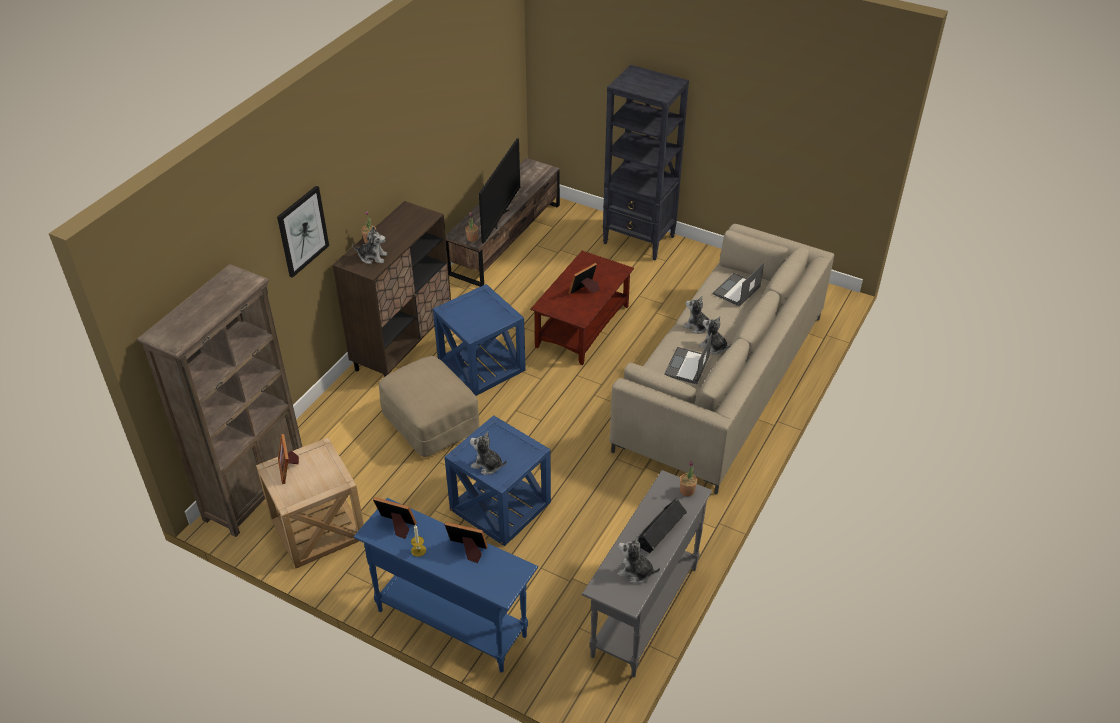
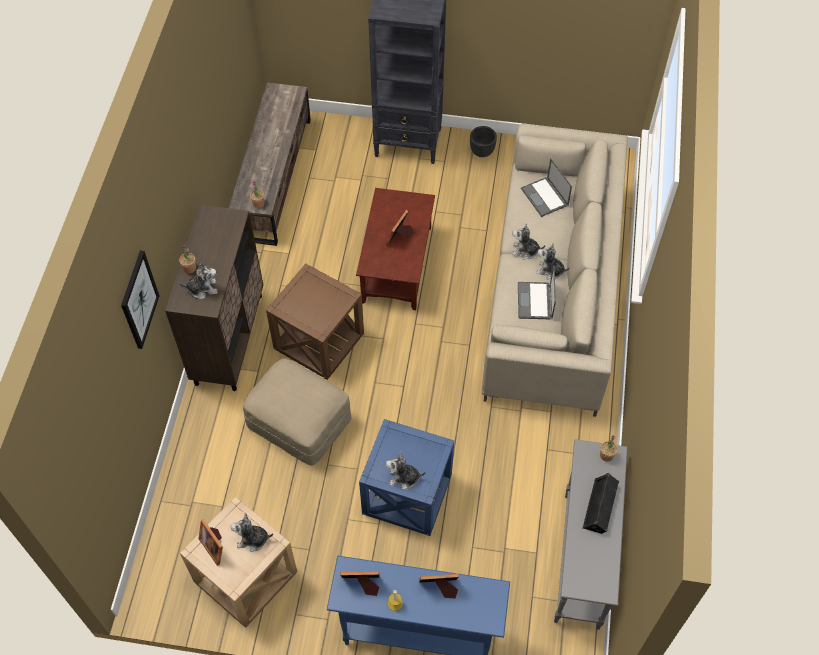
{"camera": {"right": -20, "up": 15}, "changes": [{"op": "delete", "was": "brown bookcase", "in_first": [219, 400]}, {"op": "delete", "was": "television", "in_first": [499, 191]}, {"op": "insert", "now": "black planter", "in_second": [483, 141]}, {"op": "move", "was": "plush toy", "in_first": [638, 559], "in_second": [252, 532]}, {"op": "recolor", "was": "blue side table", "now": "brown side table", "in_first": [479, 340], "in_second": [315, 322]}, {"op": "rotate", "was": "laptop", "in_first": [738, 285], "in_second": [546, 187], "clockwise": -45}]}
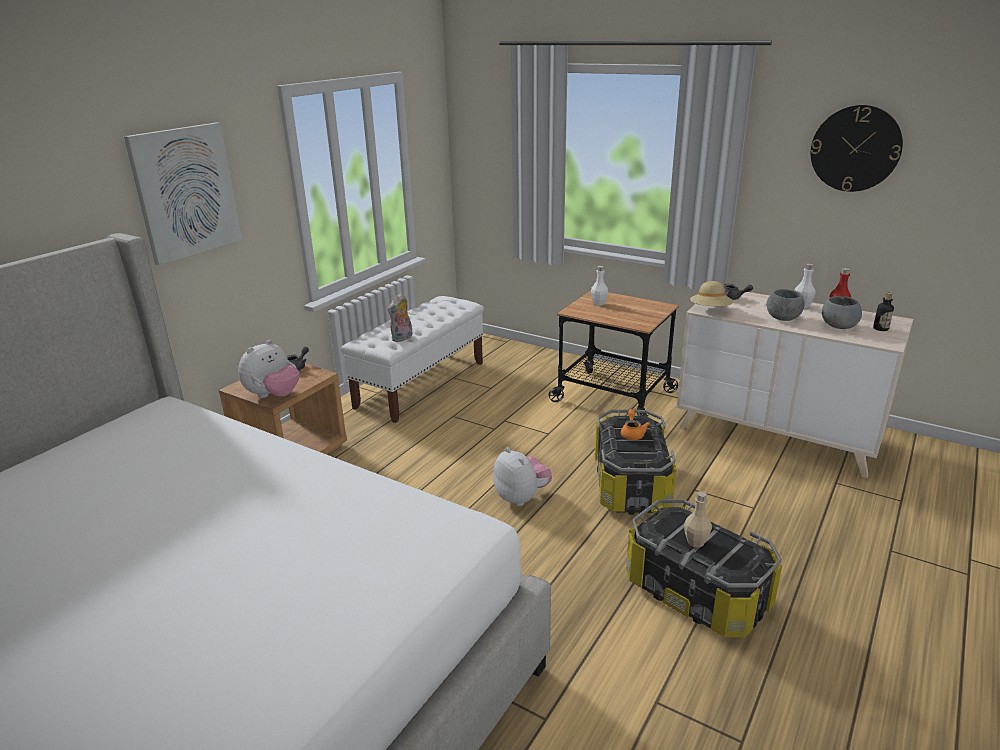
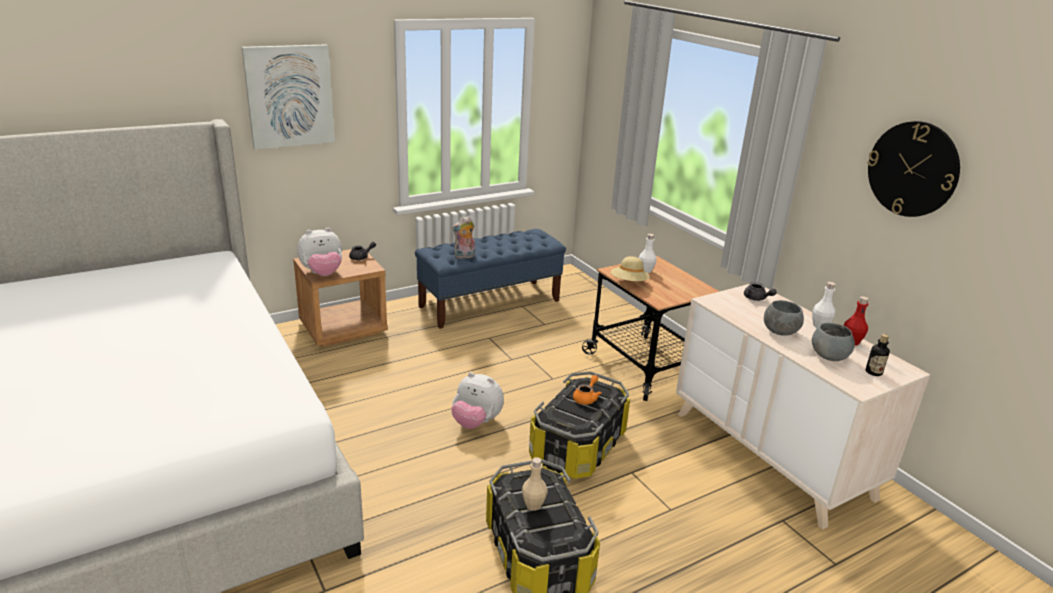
{"camera": {"right": 25, "up": 0}, "changes": [{"op": "move", "was": "beige hat", "in_first": [712, 293], "in_second": [630, 268]}, {"op": "recolor", "was": "white bench", "now": "blue bench", "in_first": [412, 359], "in_second": [490, 279]}, {"op": "rotate", "was": "plush toy", "in_first": [522, 476], "in_second": [477, 400], "clockwise": 120}]}
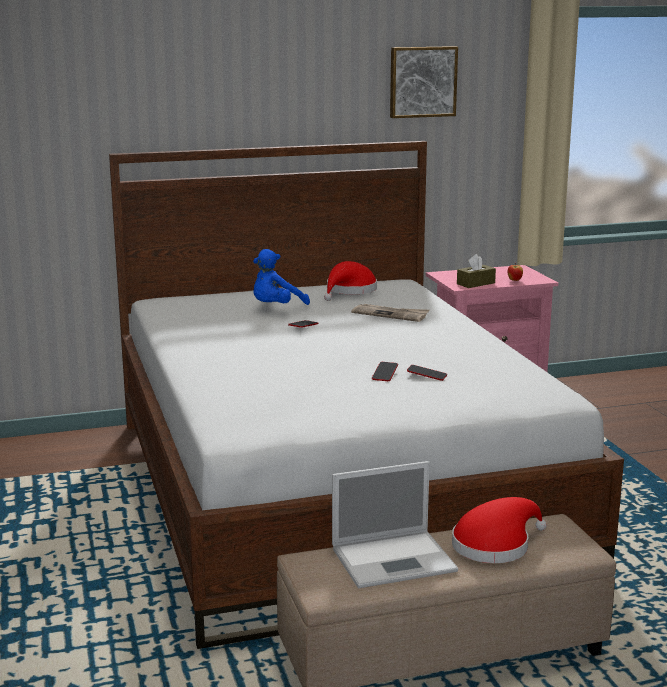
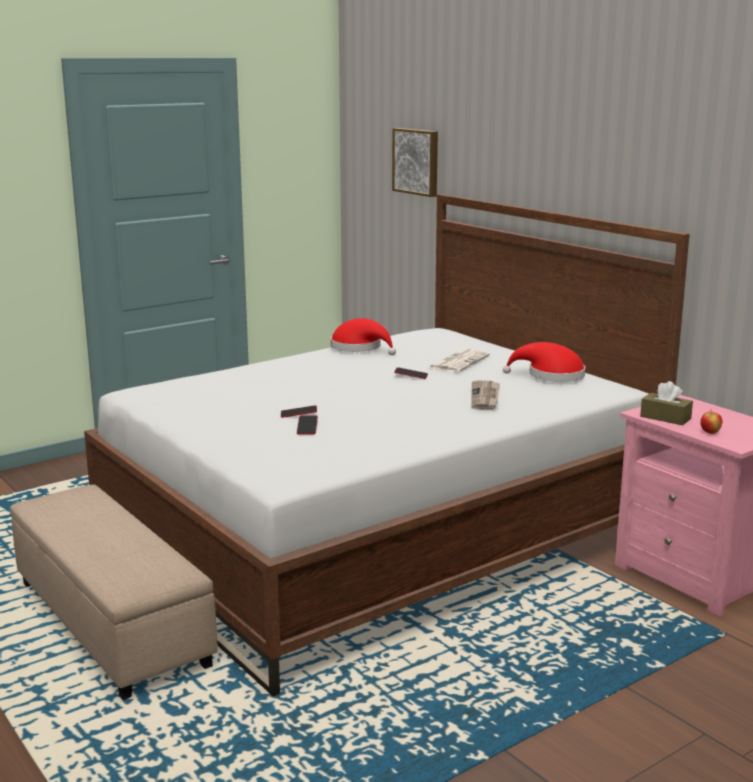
{"camera": {"right": 70, "up": 0}, "changes": [{"op": "delete", "was": "laptop", "in_first": [395, 524]}, {"op": "move", "was": "picture", "in_first": [424, 82], "in_second": [415, 162]}, {"op": "move", "was": "red hat", "in_first": [499, 530], "in_second": [363, 336]}, {"op": "replace", "was": "blue plush toy", "now": "newspaper", "in_first": [281, 277], "in_second": [459, 361]}]}
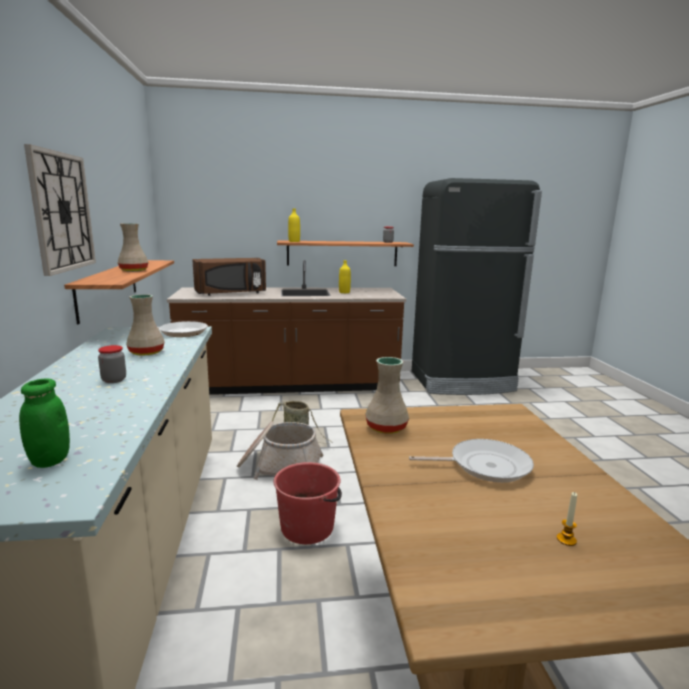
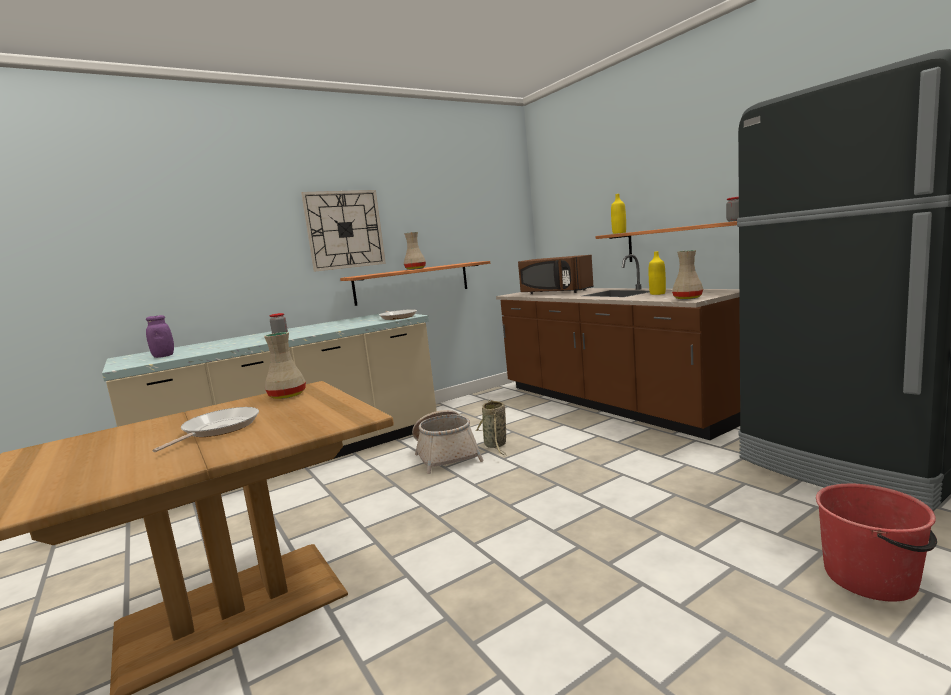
{"camera": {"right": 65, "up": -5}, "changes": [{"op": "delete", "was": "candle", "in_first": [567, 519]}, {"op": "move", "was": "beige vase", "in_first": [145, 325], "in_second": [687, 274]}, {"op": "move", "was": "red bucket", "in_first": [308, 503], "in_second": [876, 542]}, {"op": "recolor", "was": "green jar", "now": "purple jar", "in_first": [44, 423], "in_second": [160, 336]}, {"op": "rotate", "was": "frying pan", "in_first": [471, 461], "in_second": [205, 429], "clockwise": -135}]}
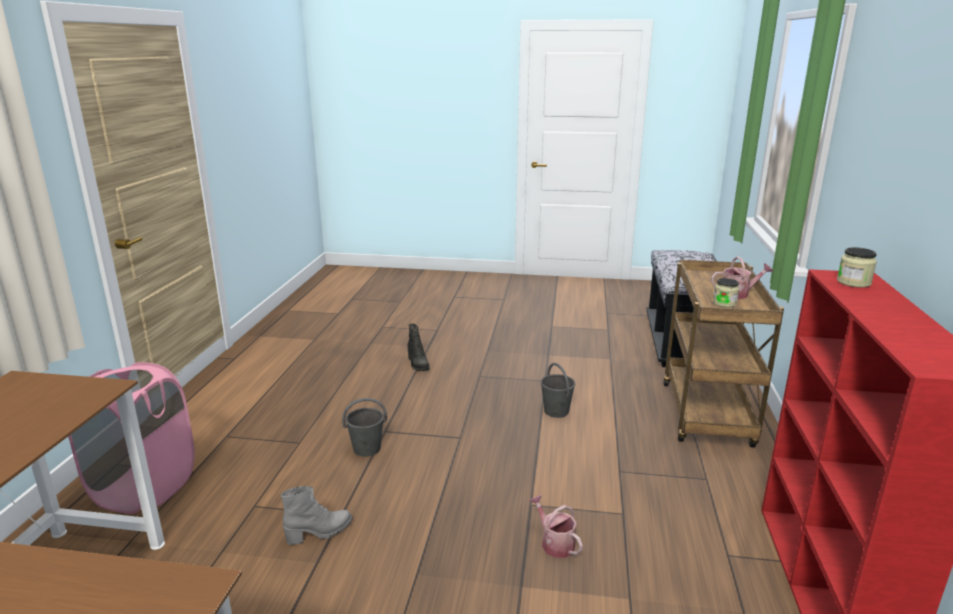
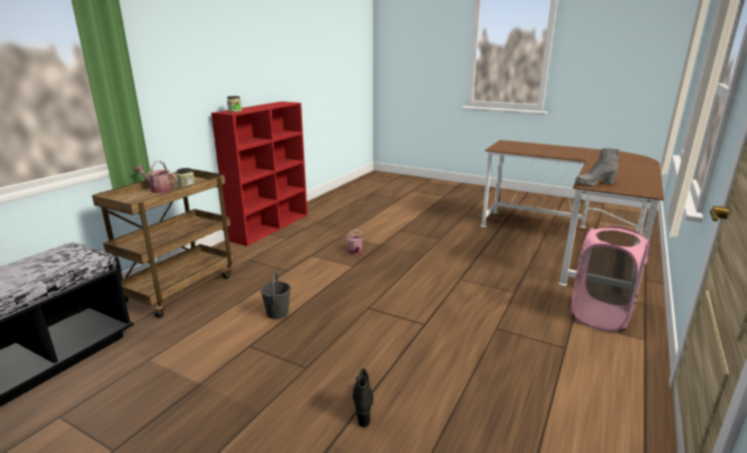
{"camera": {"right": -160, "up": 0}, "changes": [{"op": "delete", "was": "grey bucket", "in_first": [364, 427]}, {"op": "move", "was": "grey boot", "in_first": [316, 515], "in_second": [598, 167]}]}
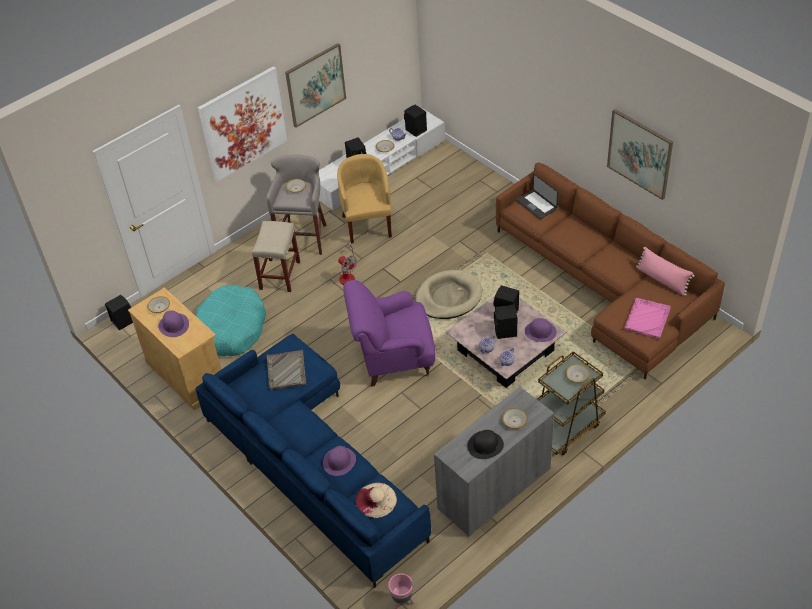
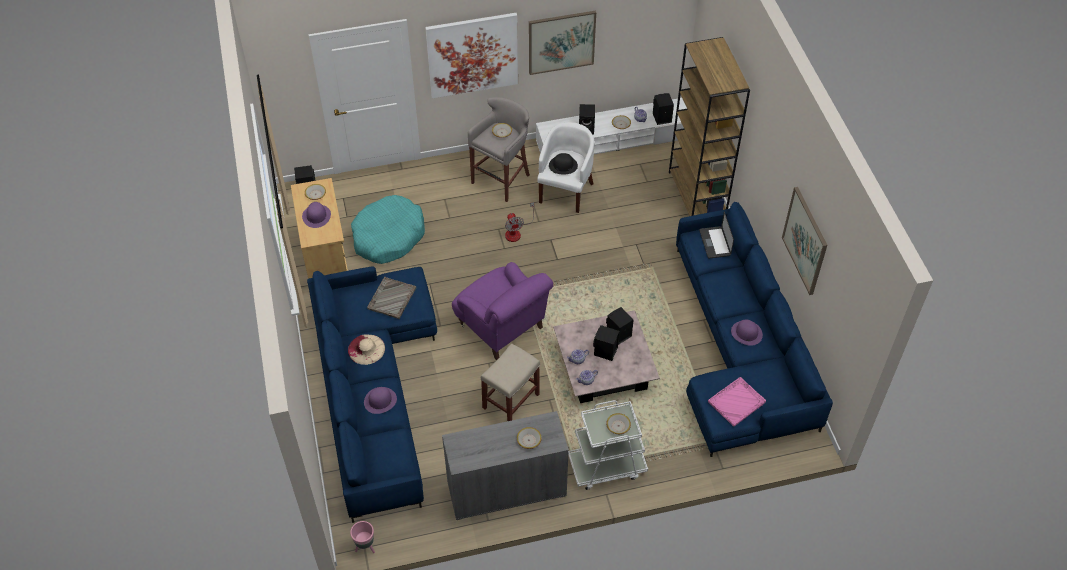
{"camera": {"right": 25, "up": 5}, "changes": [{"op": "delete", "was": "beige dog bed", "in_first": [448, 294]}, {"op": "delete", "was": "pink pillow", "in_first": [665, 271]}, {"op": "insert", "now": "brown bookcase", "in_second": [709, 126]}, {"op": "move", "was": "beige stool", "in_first": [276, 256], "in_second": [510, 382]}, {"op": "move", "was": "beige hat", "in_first": [376, 500], "in_second": [366, 349]}, {"op": "move", "was": "black hat", "in_first": [485, 444], "in_second": [563, 163]}, {"op": "move", "was": "purple hat", "in_first": [541, 330], "in_second": [747, 332]}, {"op": "recolor", "was": "yellow armchair", "now": "white armchair", "in_first": [364, 199], "in_second": [565, 167]}, {"op": "recolor", "was": "brown sofa", "now": "blue sofa", "in_first": [610, 270], "in_second": [754, 329]}, {"op": "recolor", "was": "brown cart", "now": "white cart", "in_first": [571, 403], "in_second": [608, 445]}, {"op": "rotate", "was": "purple armchair", "in_first": [389, 333], "in_second": [502, 311], "clockwise": -150}]}
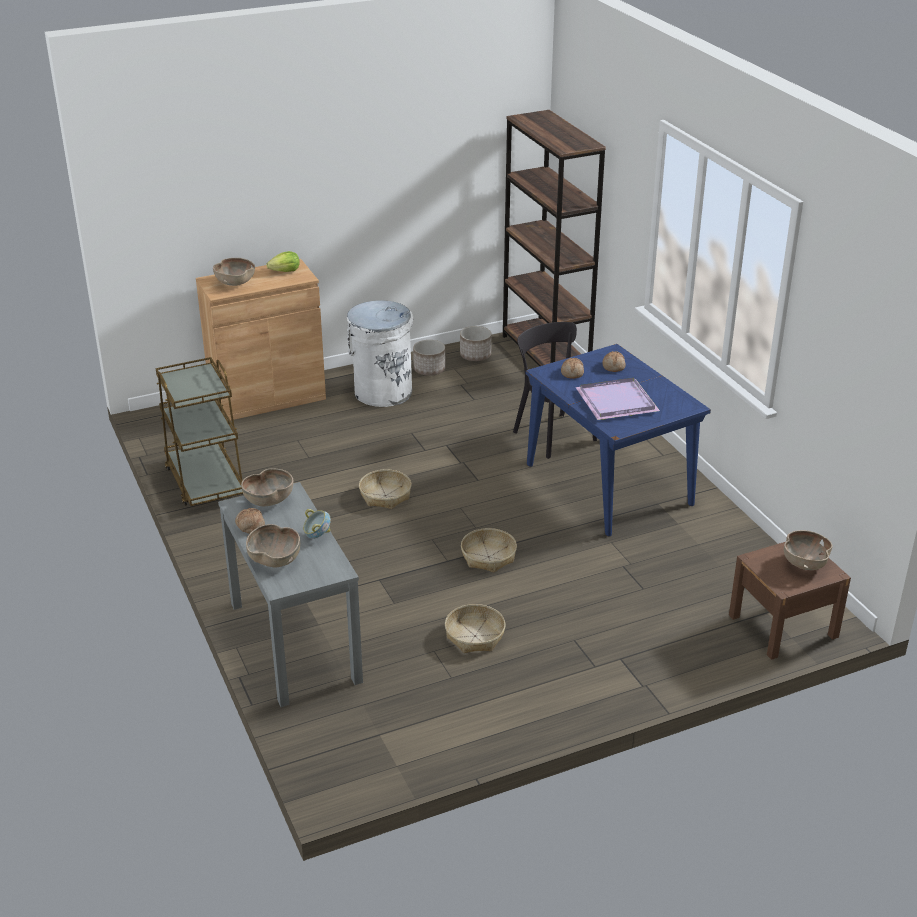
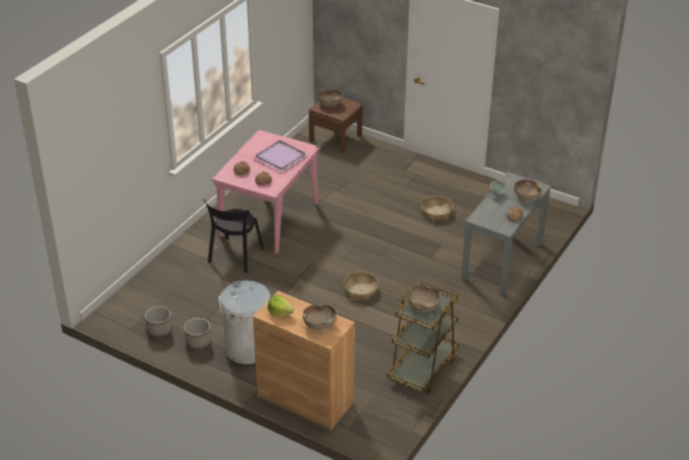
{"camera": {"right": -125, "up": 5}, "changes": [{"op": "delete", "was": "basket", "in_first": [489, 550]}, {"op": "delete", "was": "brown bookcase", "in_first": [554, 238]}, {"op": "move", "was": "brown bowl", "in_first": [267, 487], "in_second": [424, 297]}, {"op": "recolor", "was": "blue dining table", "now": "pink dining table", "in_first": [618, 440], "in_second": [266, 192]}]}
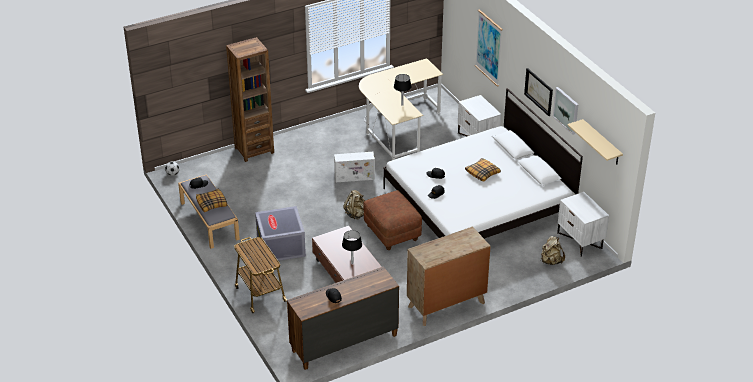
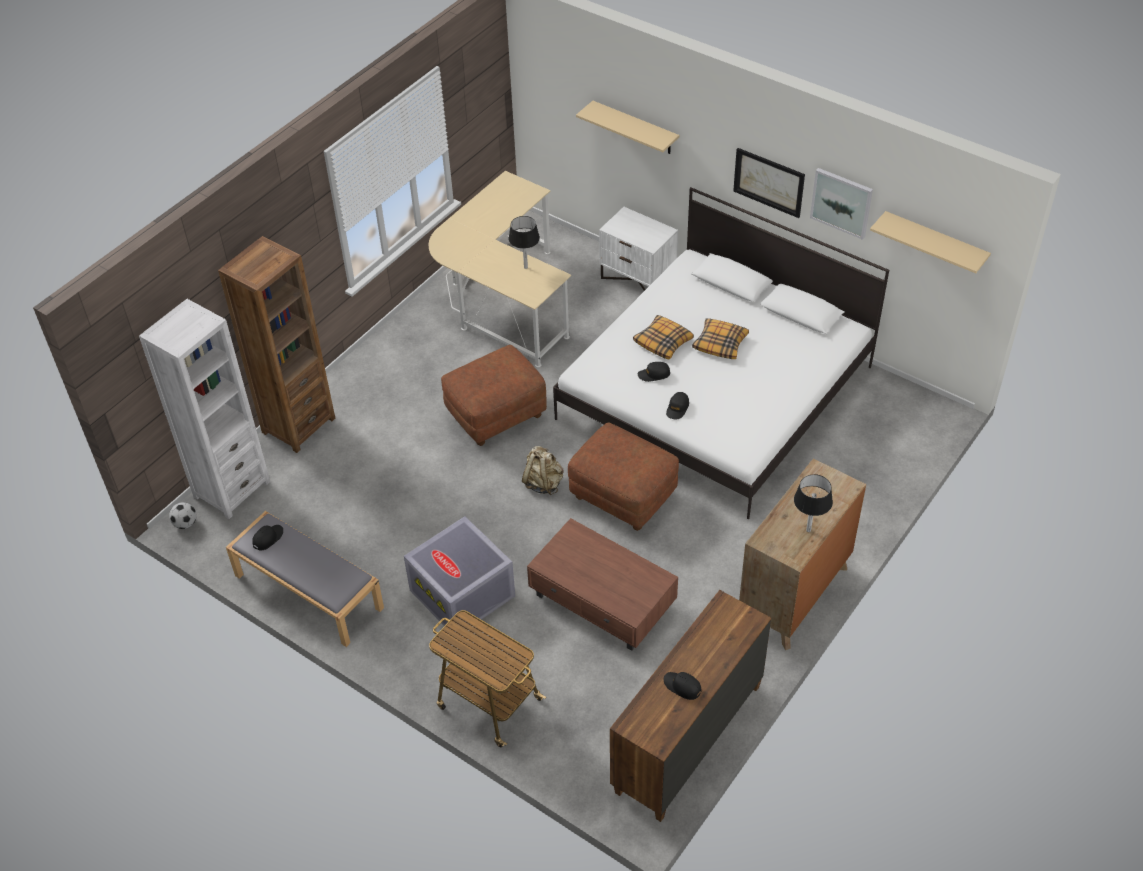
{"camera": {"right": -25, "up": 10}, "changes": [{"op": "delete", "was": "beige backpack", "in_first": [553, 250]}, {"op": "delete", "was": "white nightstand", "in_first": [583, 224]}, {"op": "insert", "now": "white bookcase", "in_second": [204, 409]}, {"op": "move", "was": "pillow", "in_first": [211, 200], "in_second": [663, 337]}, {"op": "move", "was": "black table lamp", "in_first": [352, 247], "in_second": [813, 503]}, {"op": "replace", "was": "white storage box", "now": "brown ottoman", "in_first": [354, 167], "in_second": [494, 395]}, {"op": "replace", "was": "picture", "now": "beige shelf", "in_first": [489, 48], "in_second": [627, 127]}]}
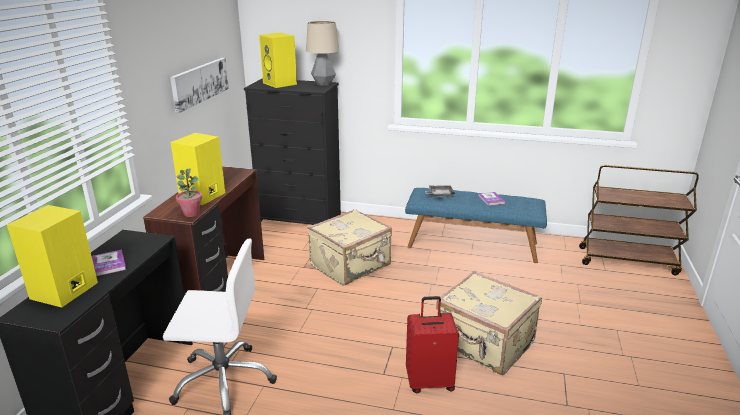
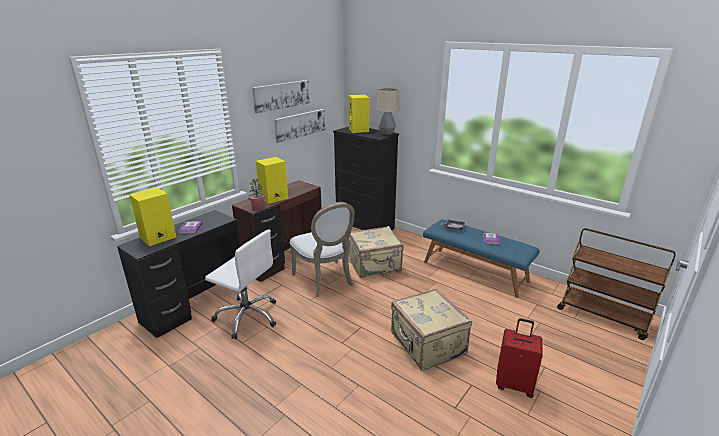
{"camera": {"right": 25, "up": 0}, "changes": [{"op": "insert", "now": "picture", "in_second": [281, 96]}, {"op": "insert", "now": "white chair", "in_second": [322, 249]}, {"op": "move", "was": "red suitcase", "in_first": [432, 344], "in_second": [519, 358]}]}
